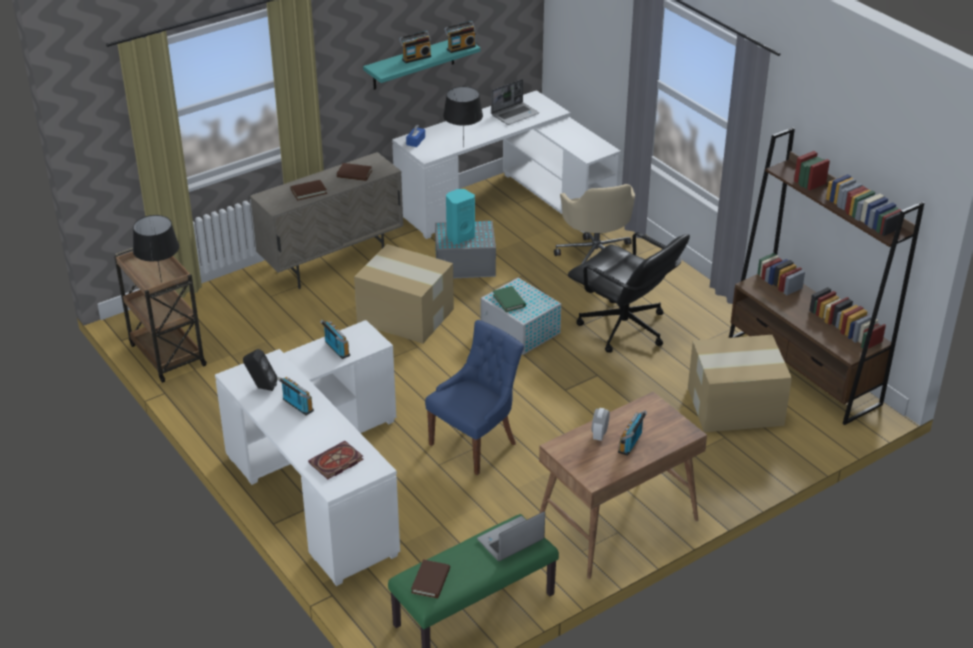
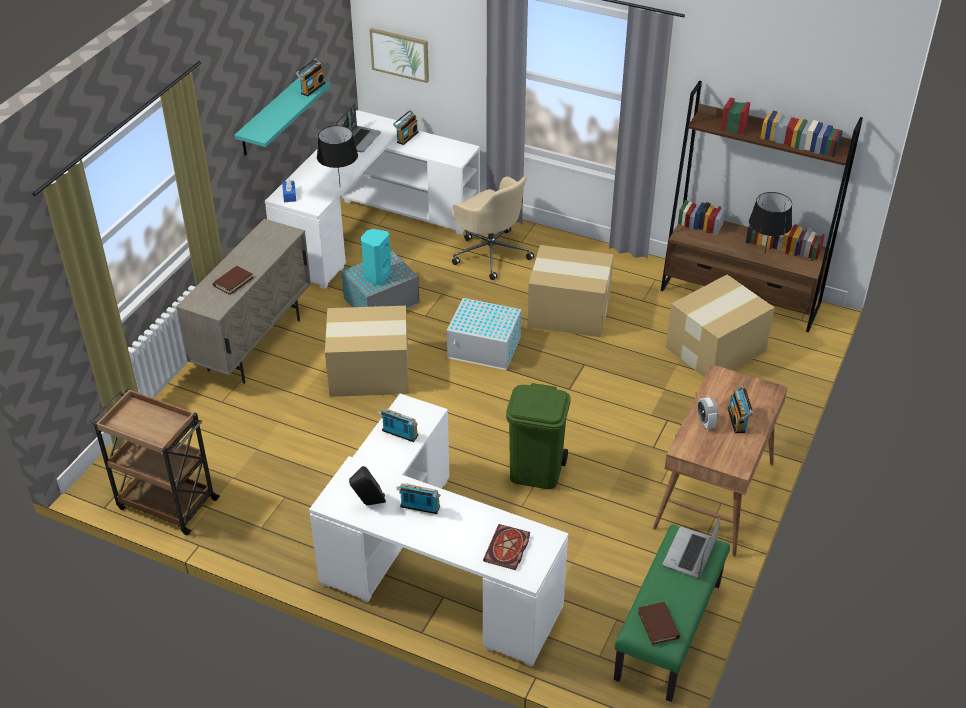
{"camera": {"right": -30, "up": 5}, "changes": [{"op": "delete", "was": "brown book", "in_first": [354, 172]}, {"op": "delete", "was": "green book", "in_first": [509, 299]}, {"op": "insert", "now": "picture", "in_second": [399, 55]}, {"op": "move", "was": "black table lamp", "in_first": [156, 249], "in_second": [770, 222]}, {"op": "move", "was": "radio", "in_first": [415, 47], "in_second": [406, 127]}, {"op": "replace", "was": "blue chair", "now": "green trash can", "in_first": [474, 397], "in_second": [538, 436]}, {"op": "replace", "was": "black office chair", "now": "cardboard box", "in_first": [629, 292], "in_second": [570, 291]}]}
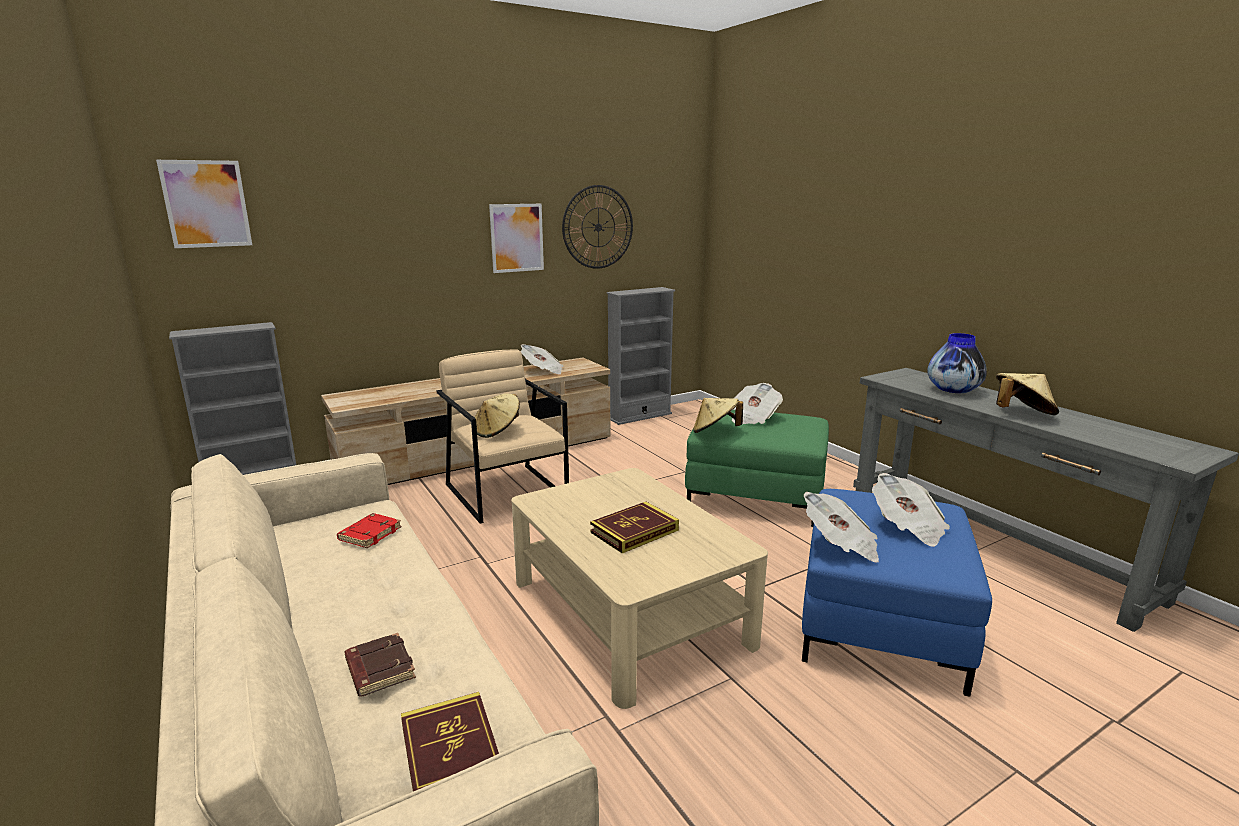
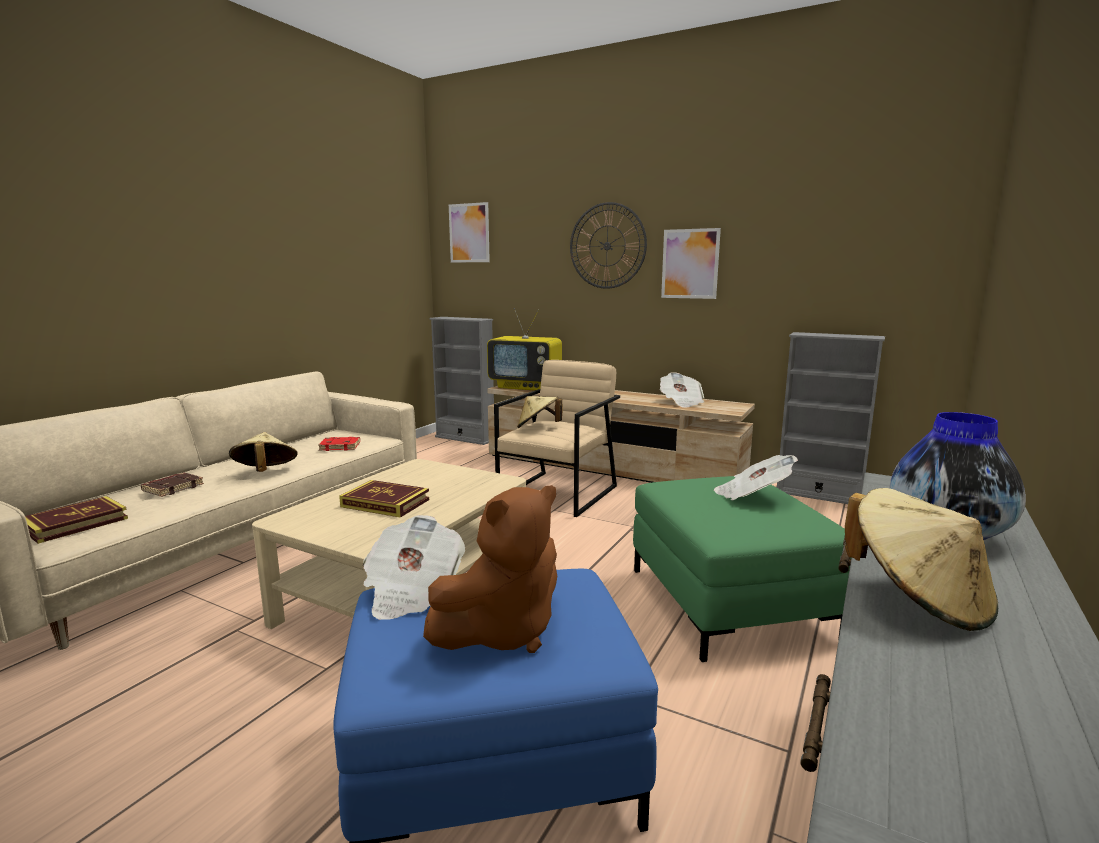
{"camera": {"right": 60, "up": -5}, "changes": [{"op": "insert", "now": "television", "in_second": [524, 349]}, {"op": "move", "was": "wall clock", "in_first": [597, 227], "in_second": [608, 245]}, {"op": "move", "was": "beige hat", "in_first": [718, 415], "in_second": [263, 452]}, {"op": "replace", "was": "newspaper", "now": "brown plush toy", "in_first": [911, 510], "in_second": [490, 569]}]}
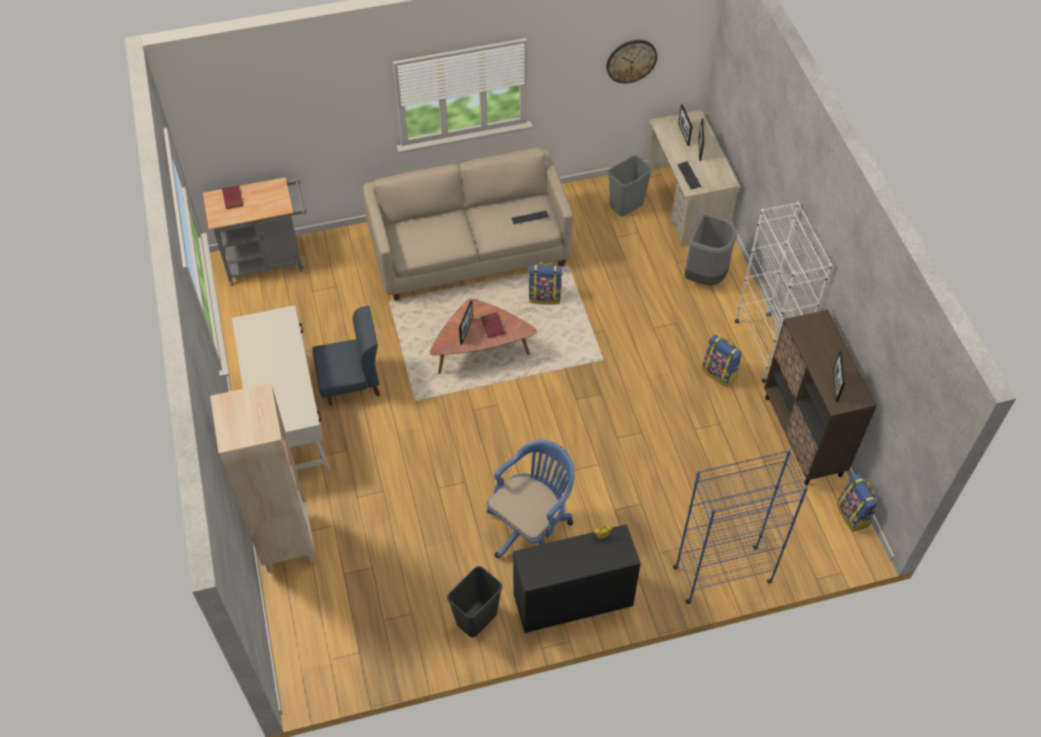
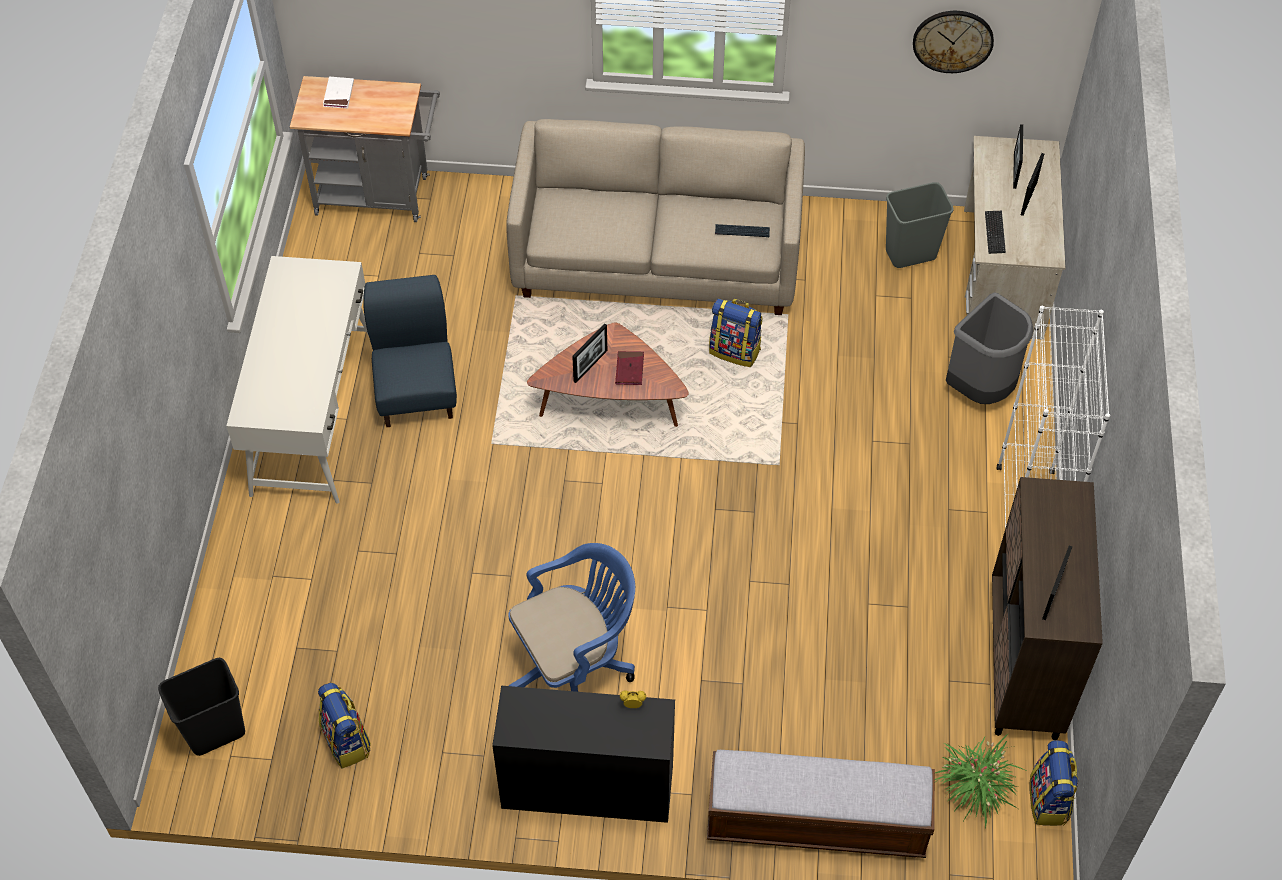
{"camera": {"right": 20, "up": 0}, "changes": [{"op": "delete", "was": "beige bookcase", "in_first": [262, 477]}, {"op": "insert", "now": "potted plant", "in_second": [979, 781]}, {"op": "move", "was": "black trash can", "in_first": [475, 601], "in_second": [201, 707]}, {"op": "move", "was": "backpack", "in_first": [722, 361], "in_second": [344, 726]}, {"op": "replace", "was": "blue bookcase", "now": "bench", "in_first": [740, 527], "in_second": [821, 804]}, {"op": "recolor", "was": "red book", "now": "white book", "in_first": [232, 197], "in_second": [338, 93]}, {"op": "rotate", "was": "blue chair", "in_first": [346, 355], "in_second": [410, 351], "clockwise": -105}]}
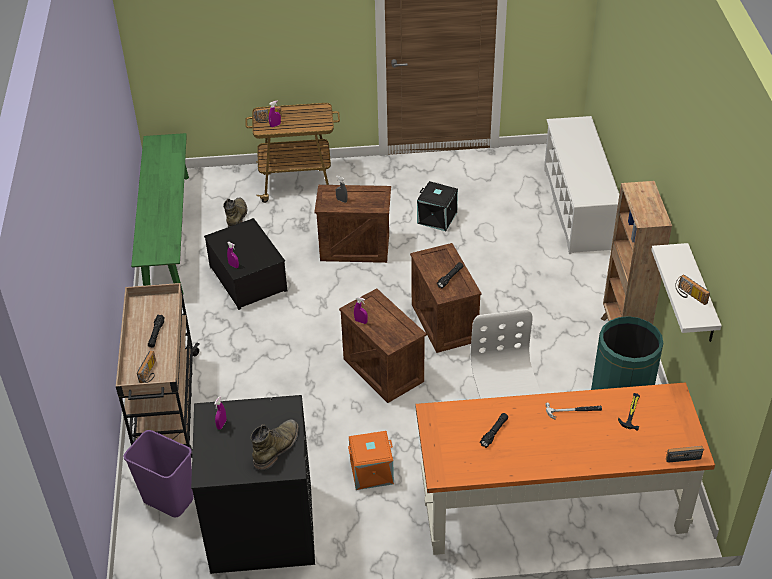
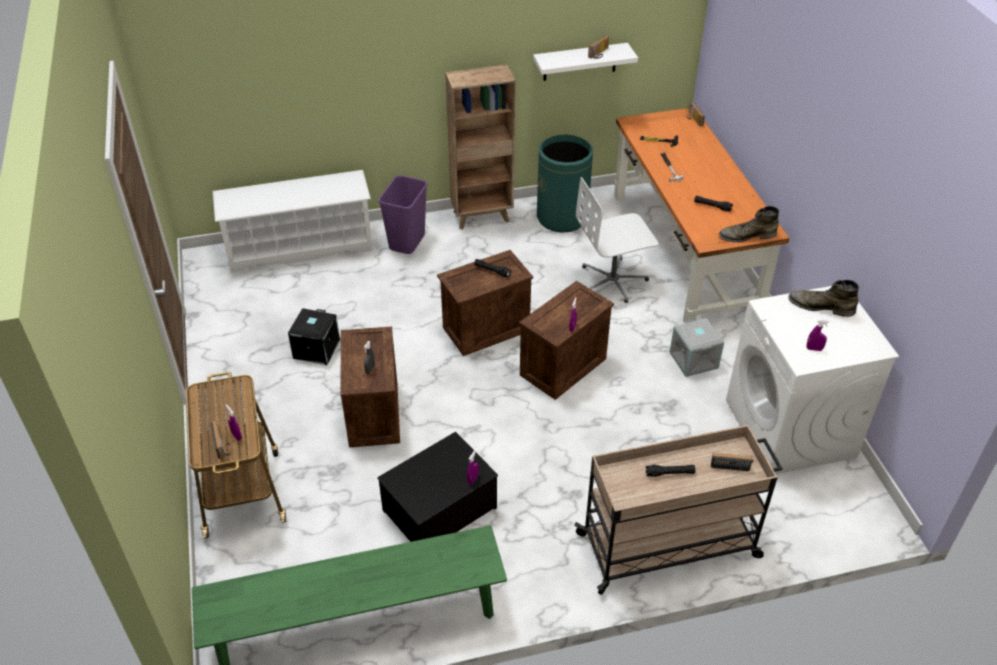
{"camera": {"right": -100, "up": 0}, "changes": [{"op": "move", "was": "purple trash can", "in_first": [159, 473], "in_second": [403, 214]}, {"op": "move", "was": "green boot", "in_first": [235, 212], "in_second": [749, 224]}, {"op": "recolor", "was": "black washing machine", "now": "white washing machine", "in_first": [253, 484], "in_second": [812, 380]}, {"op": "recolor", "was": "orange storage box", "now": "grey storage box", "in_first": [371, 460], "in_second": [696, 347]}]}
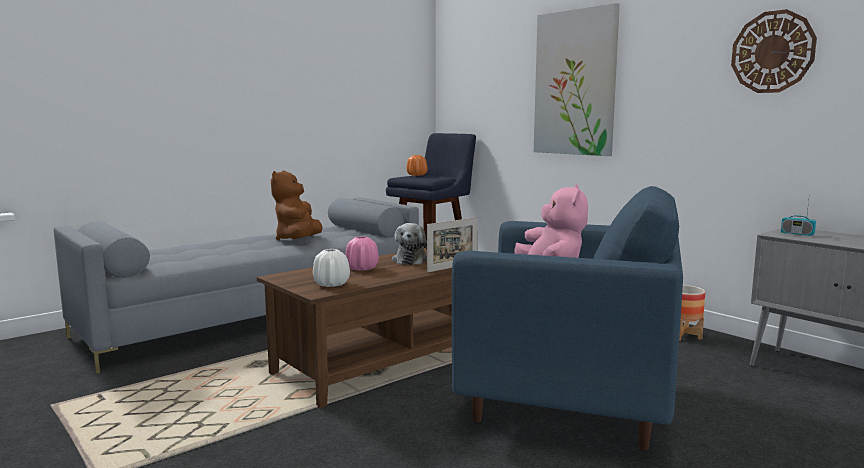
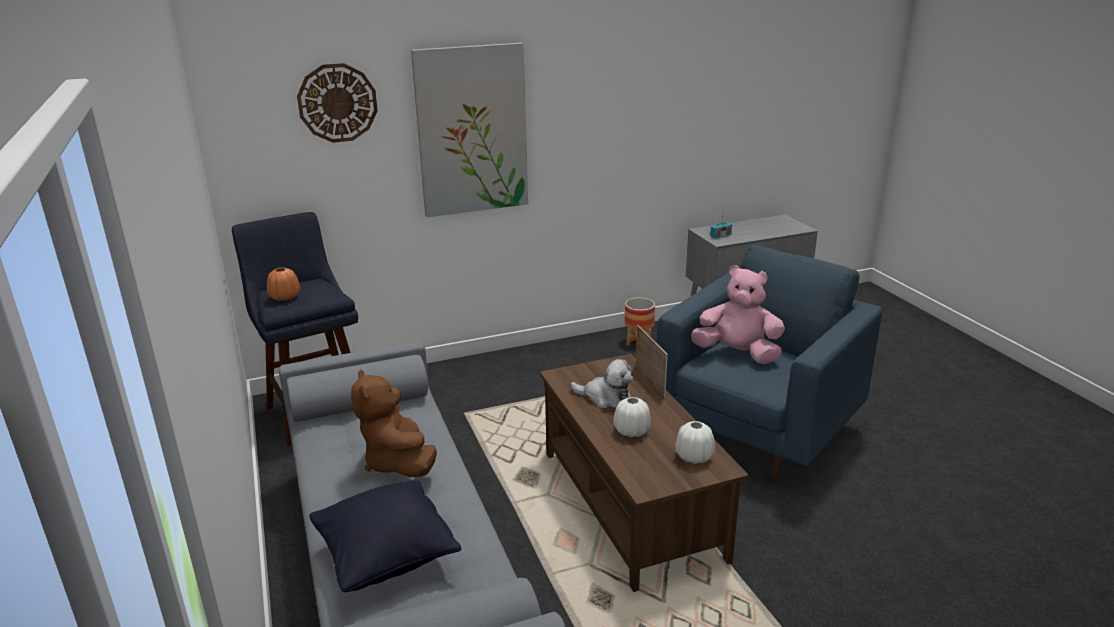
{"camera": {"right": -70, "up": 15}, "changes": [{"op": "insert", "now": "black pillow", "in_second": [385, 536]}, {"op": "move", "was": "wall clock", "in_first": [774, 51], "in_second": [337, 103]}, {"op": "recolor", "was": "pink vase", "now": "white vase", "in_first": [362, 253], "in_second": [632, 417]}, {"op": "rotate", "was": "brown plush toy", "in_first": [297, 205], "in_second": [394, 423], "clockwise": 45}]}
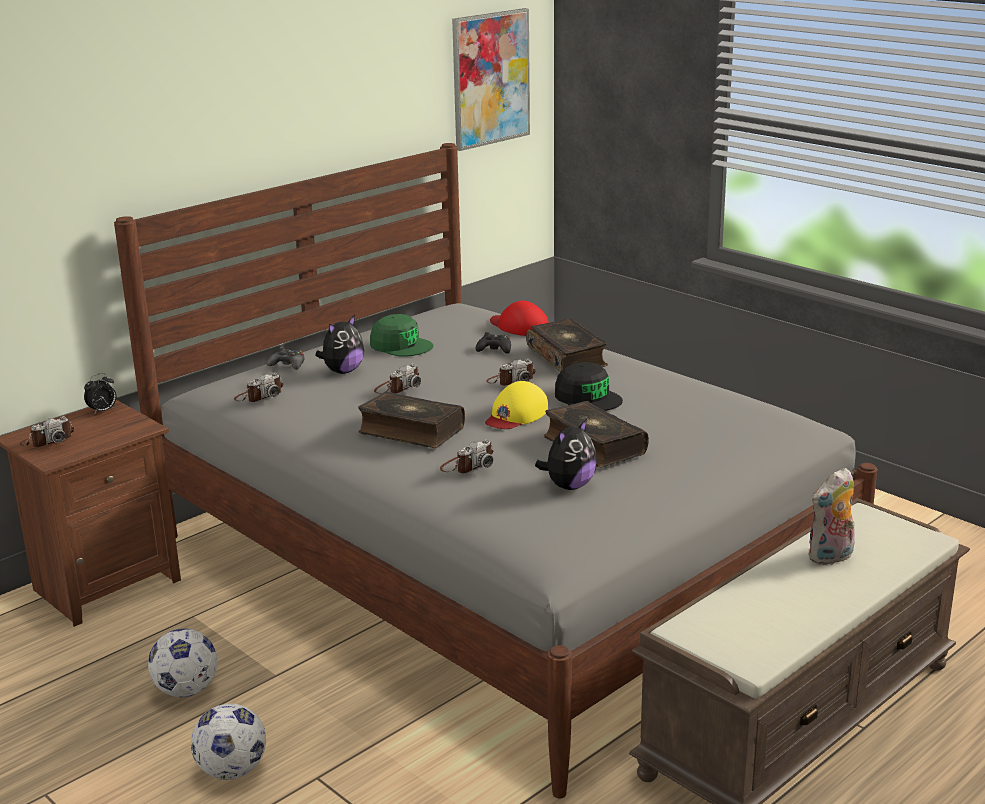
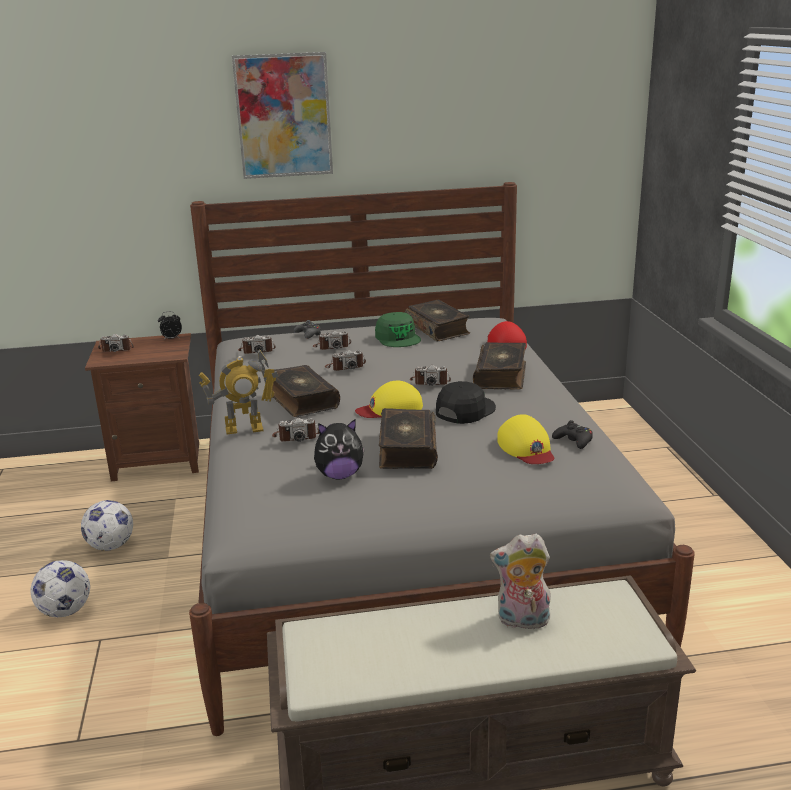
{"camera": {"right": 35, "up": 0}, "changes": [{"op": "insert", "now": "toy robot", "in_second": [238, 392]}, {"op": "insert", "now": "book", "in_second": [437, 320]}, {"op": "insert", "now": "yellow cap", "in_second": [525, 439]}, {"op": "move", "was": "picture", "in_first": [491, 79], "in_second": [282, 115]}, {"op": "move", "was": "black game controller", "in_first": [493, 343], "in_second": [572, 434]}, {"op": "replace", "was": "plush toy", "now": "photo camera", "in_first": [339, 344], "in_second": [332, 340]}, {"op": "rotate", "was": "black cap", "in_first": [589, 386], "in_second": [466, 402], "clockwise": -135}]}
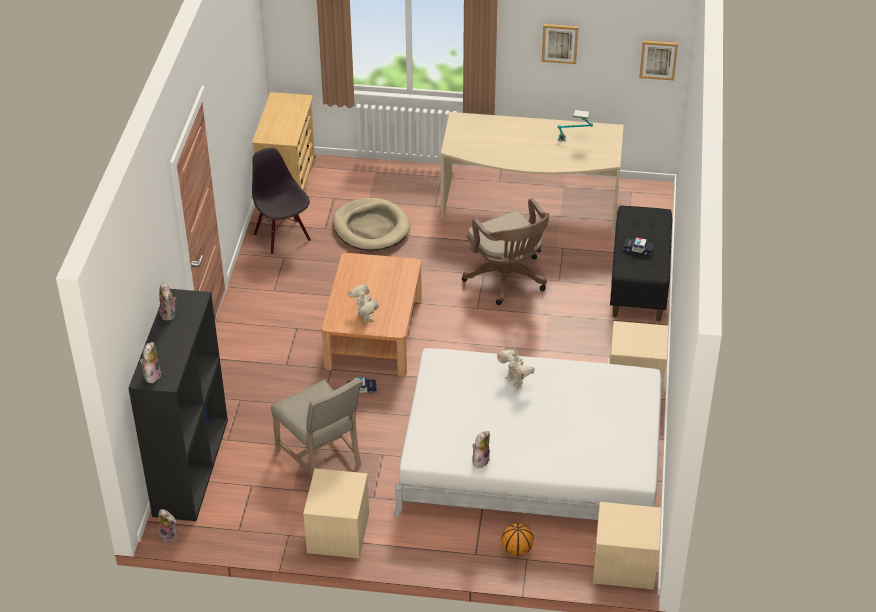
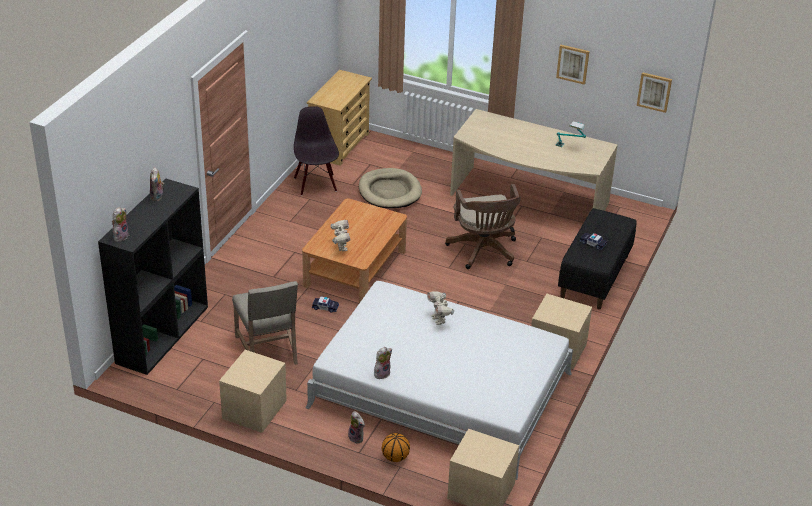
{"camera": {"right": 15, "up": -5}, "changes": [{"op": "move", "was": "plush toy", "in_first": [167, 526], "in_second": [356, 427]}]}
